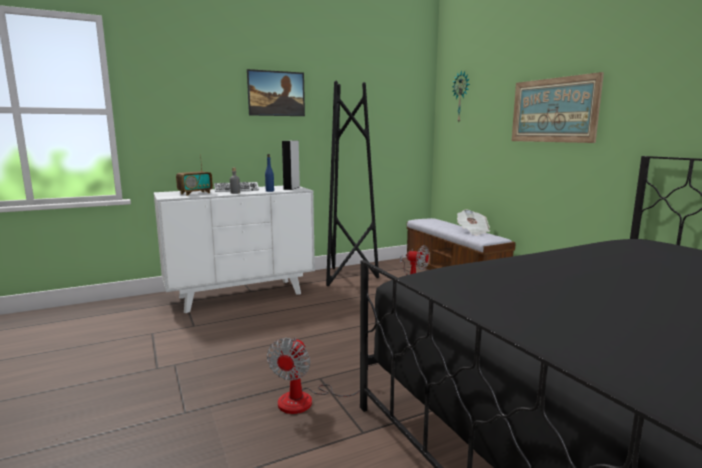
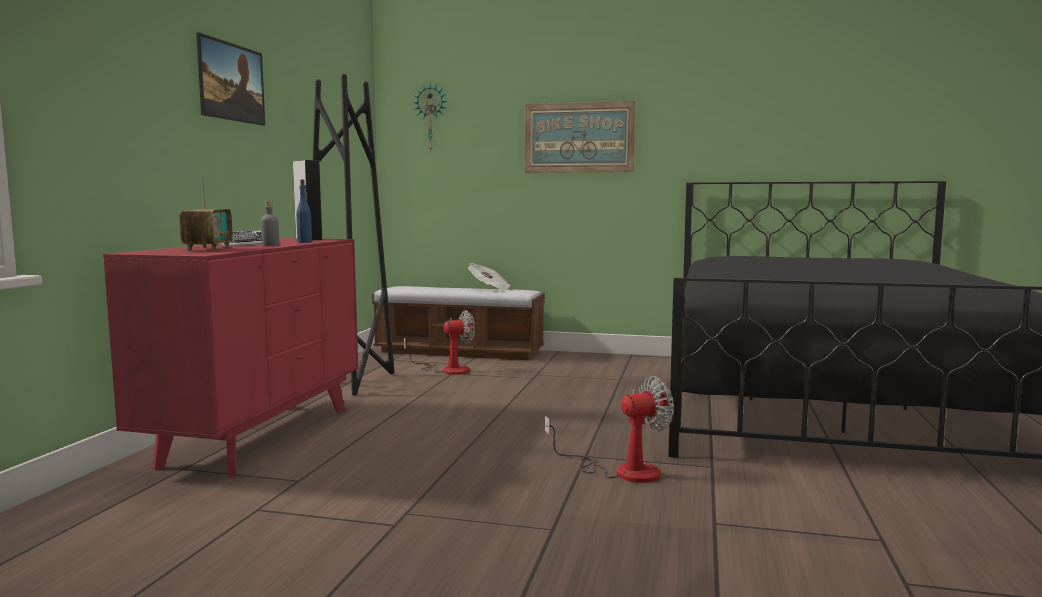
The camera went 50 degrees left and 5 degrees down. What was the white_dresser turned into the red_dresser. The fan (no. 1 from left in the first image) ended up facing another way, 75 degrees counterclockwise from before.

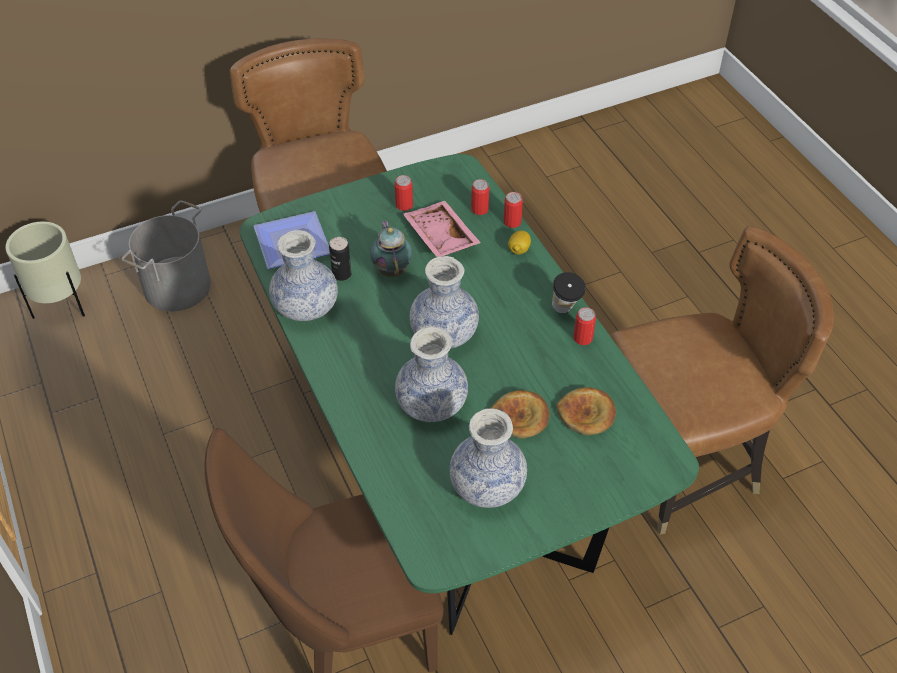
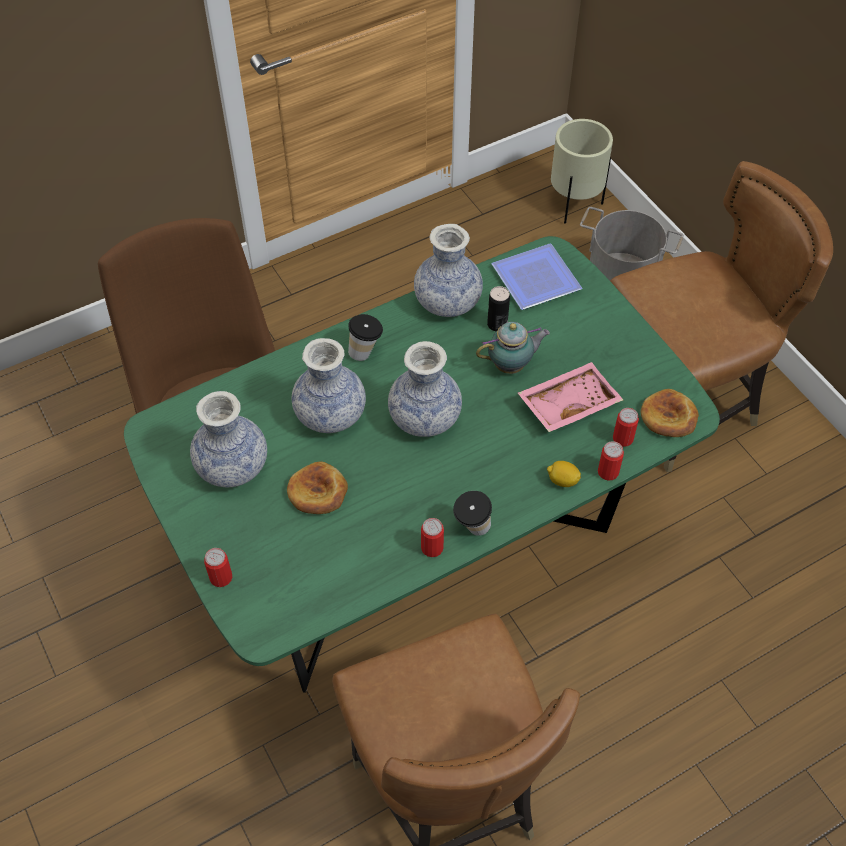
The camera went 85 degrees right and 5 degrees up. The can (no. 2 from left in the first image) ended up elsewhere. The second view gained the cup (no. 1 from left). The bread (no. 2 from left) ended up elsewhere.

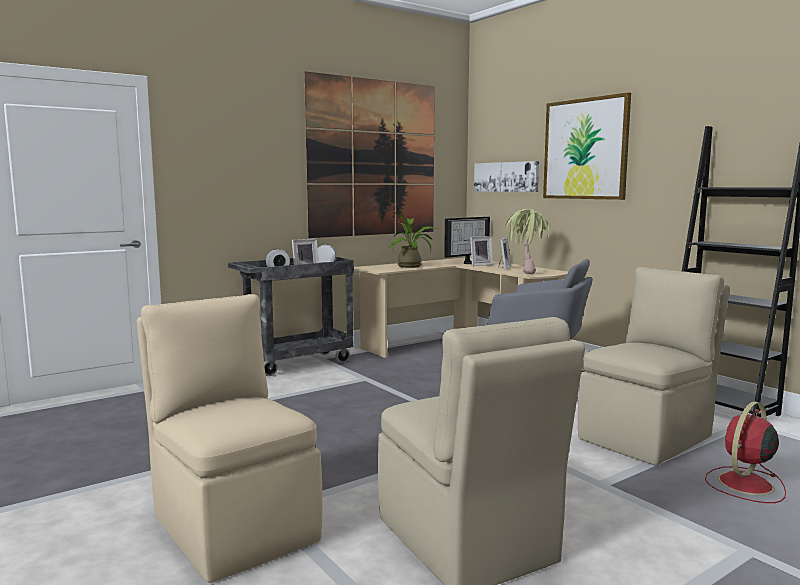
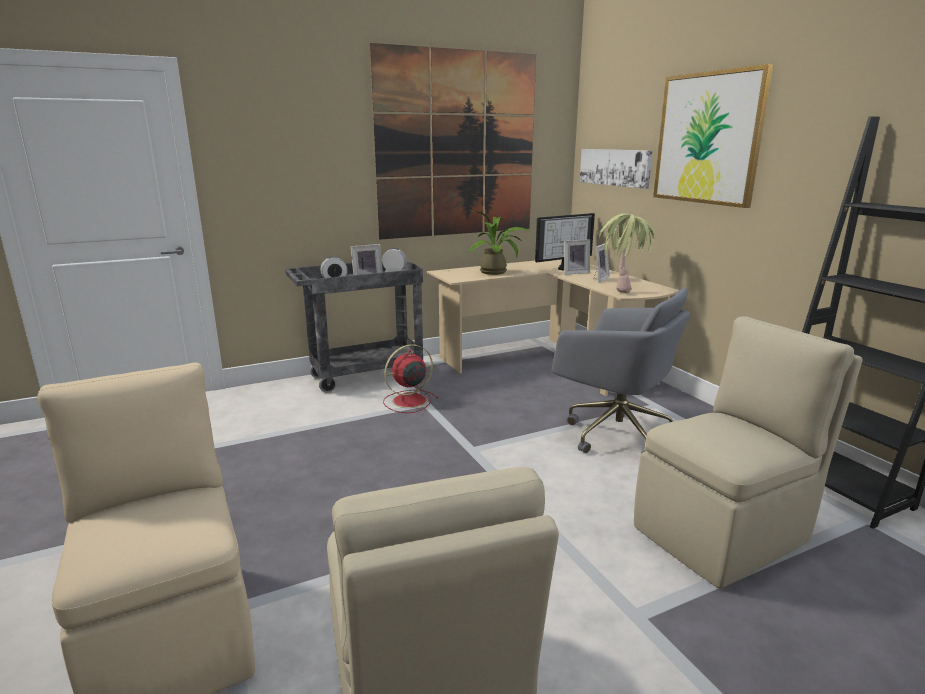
The camera went 10 degrees right and 10 degrees up. The red_fan ended up elsewhere.

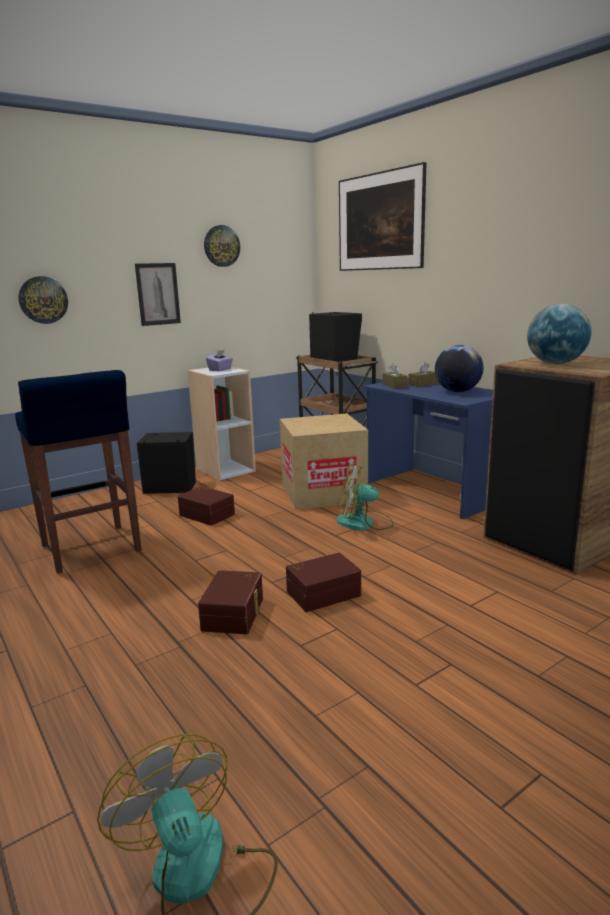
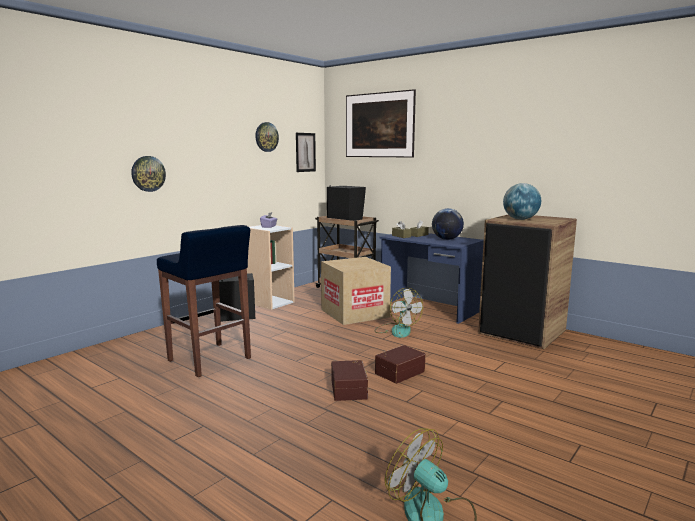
The camera went 15 degrees left and 5 degrees down. The picture (no. 1 from left) ended up elsewhere. The fan (no. 2 from left in the first image) ended up facing another way, 105 degrees counterclockwise from before. The second view lost the brown_storage_box (no. 1 from left).

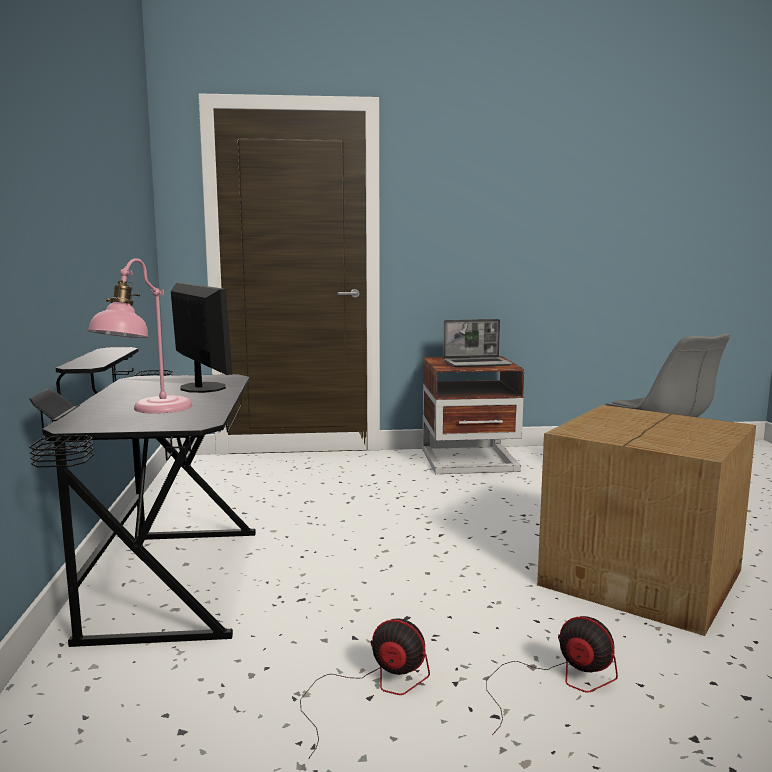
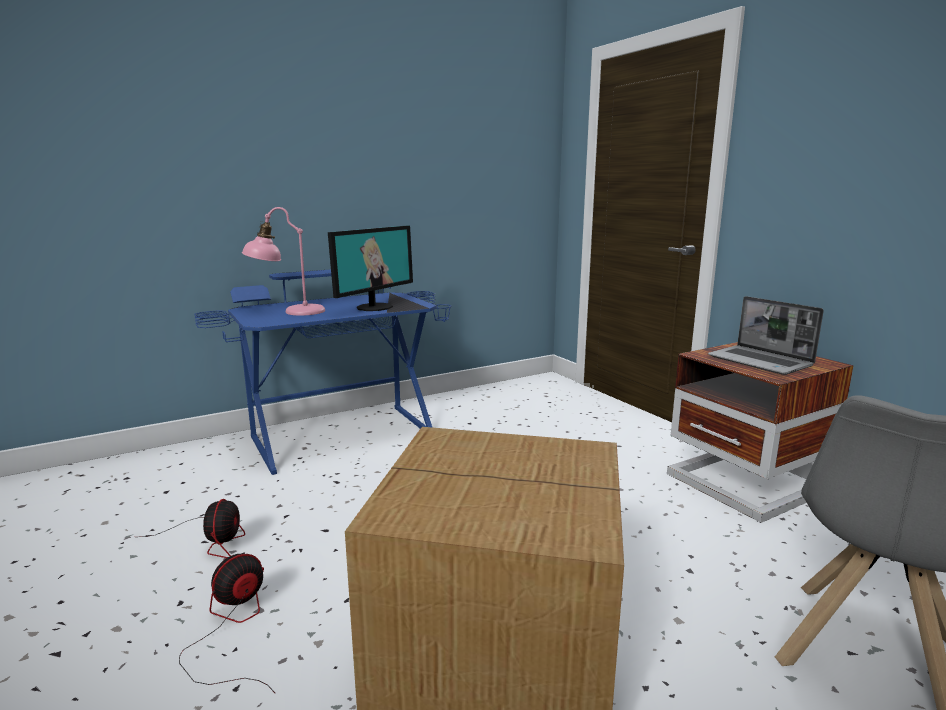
The camera went 65 degrees right and 5 degrees up. The fan (no. 2 from left) ended up facing another way, 150 degrees counterclockwise from before. What was the black_desk turned into the blue_desk.

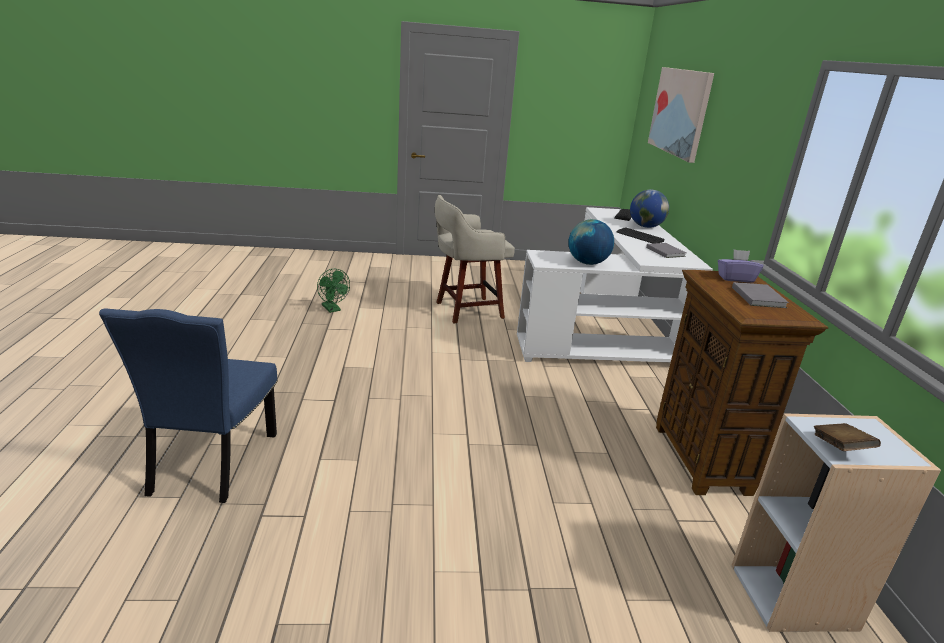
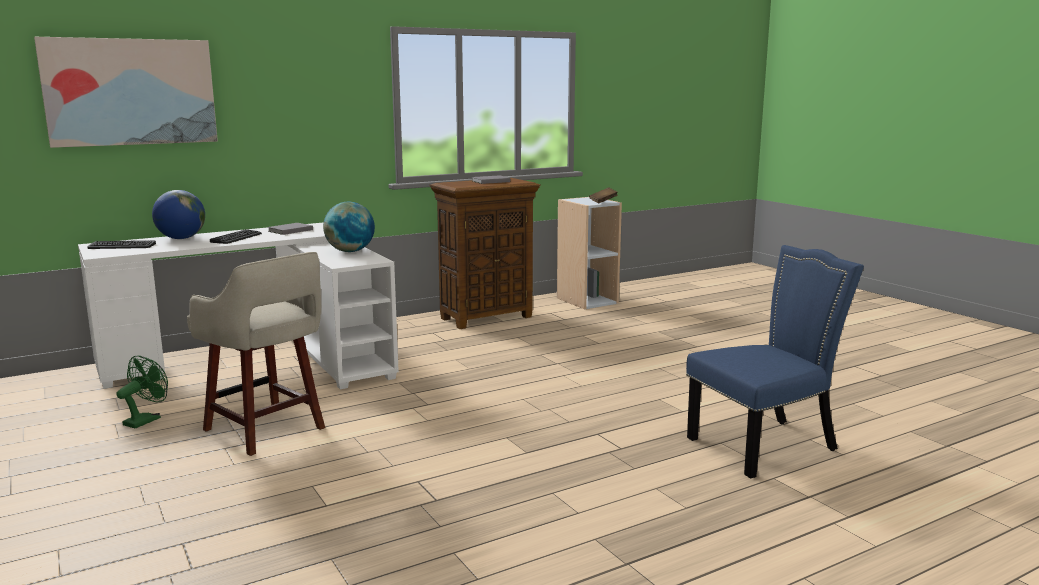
The camera went 115 degrees left and 10 degrees down. The green_fan ended up elsewhere. The second view lost the purple_tissue_box.

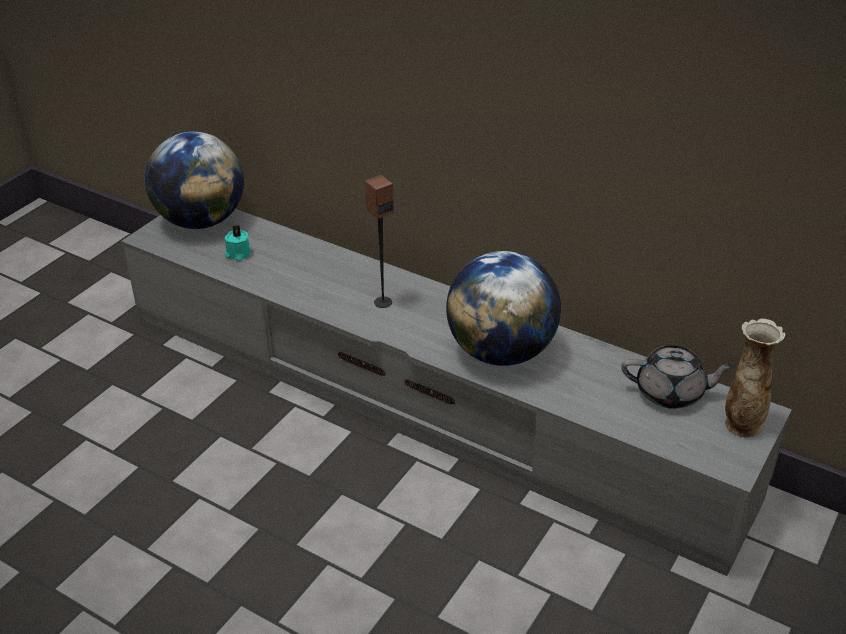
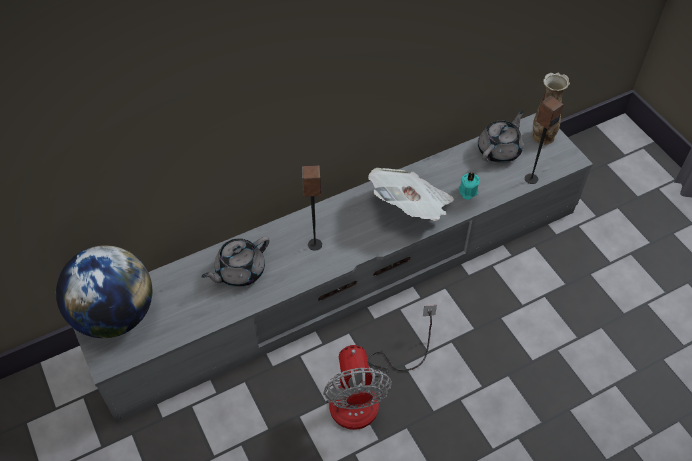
The camera went 60 degrees left and 15 degrees up. The second view gained the grey_teapot (no. 1 from left). The second view gained the fan. Where the globe (no. 2 from left) stood, the newspaper came to stand. The turquoise_candle ended up elsewhere. The second view gained the speaker (no. 2 from left).

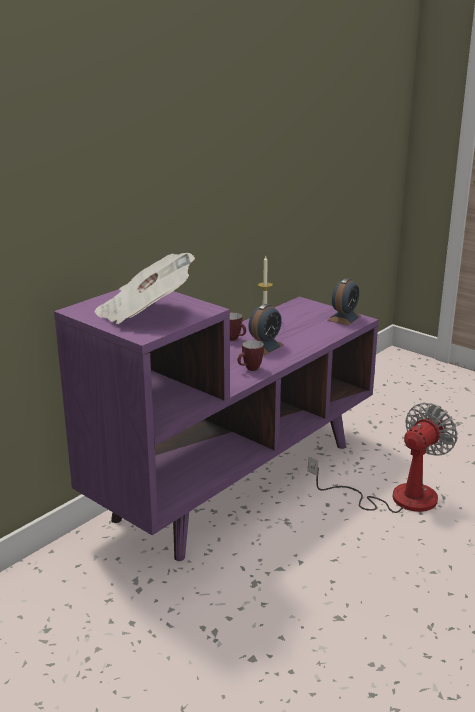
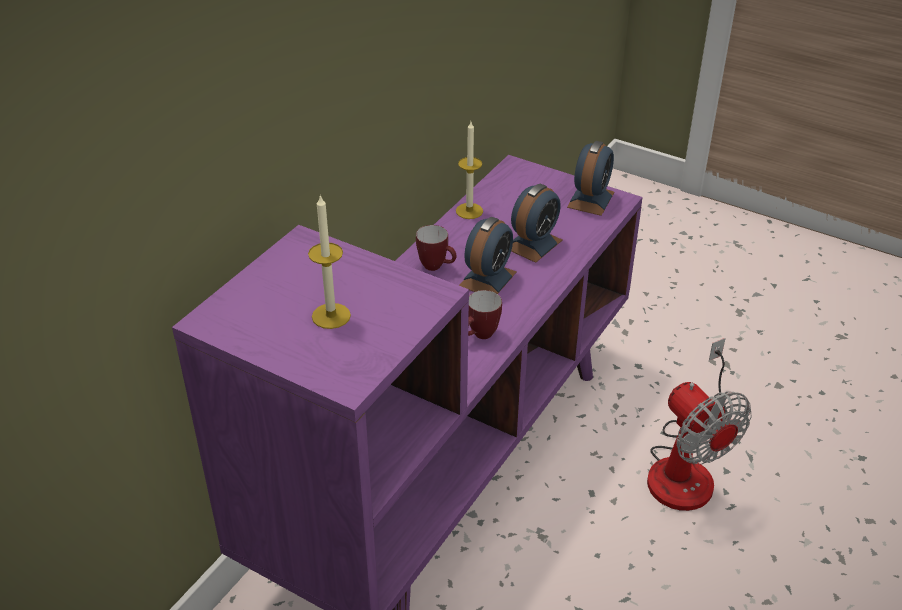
The camera went 10 degrees left and 15 degrees up. Where the newspaper stood, the candle (no. 1 from left) came to stand. The second view gained the alarm_clock (no. 2 from left). The fan ended up facing another way, 120 degrees clockwise from before.

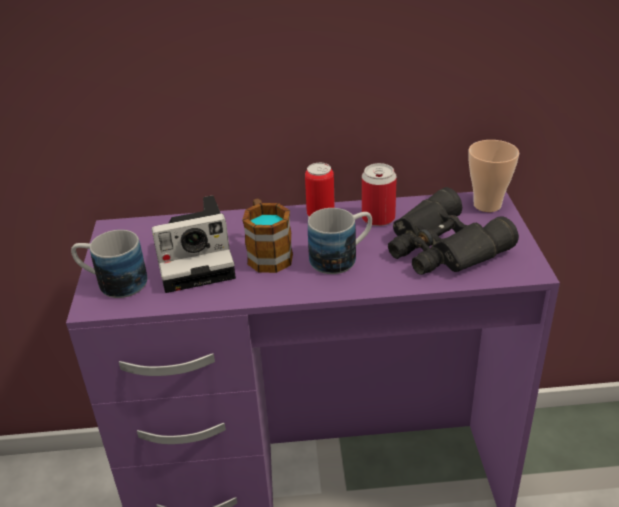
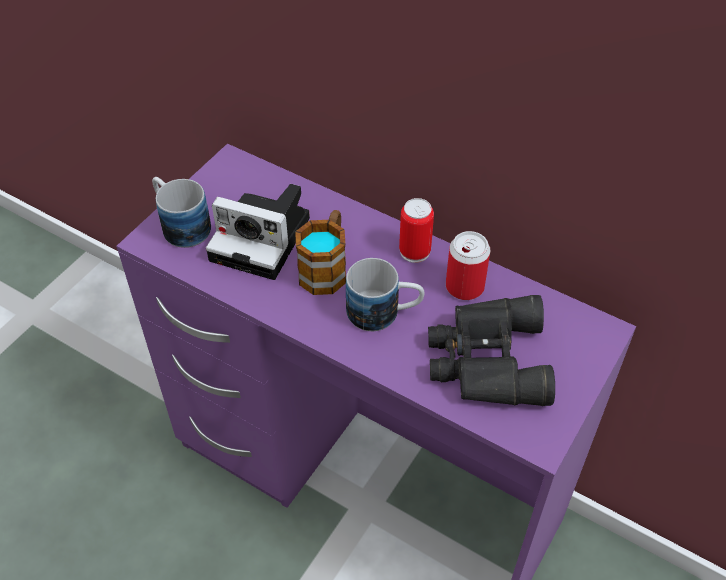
The camera went 35 degrees right and 15 degrees up. The second view lost the cup.

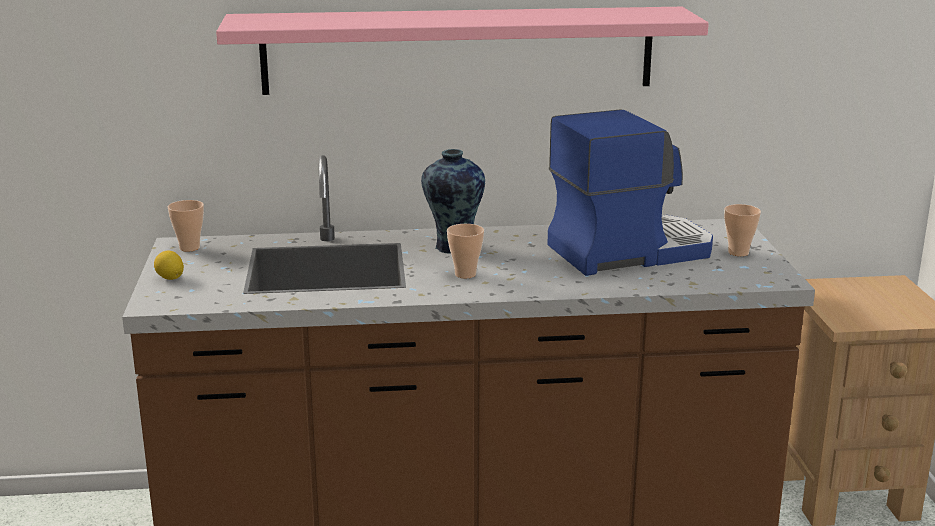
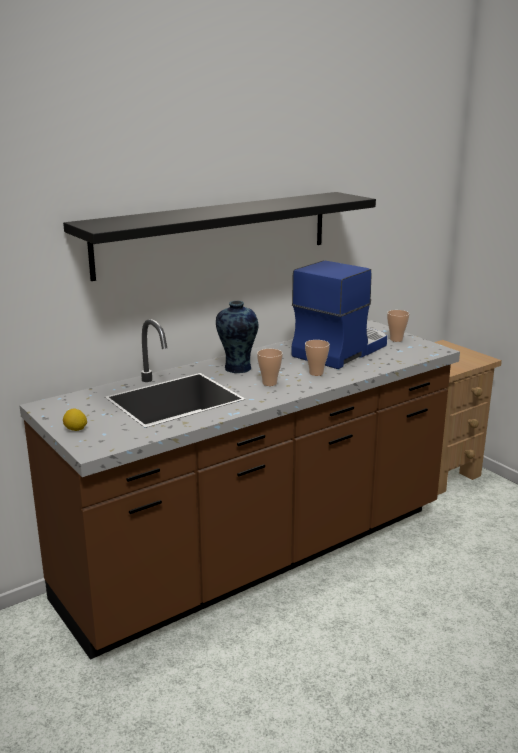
The camera went 30 degrees left and 0 degrees up. What was the pink_shelf turned into the black_shelf. The cup (no. 1 from left in the first image) ended up elsewhere.

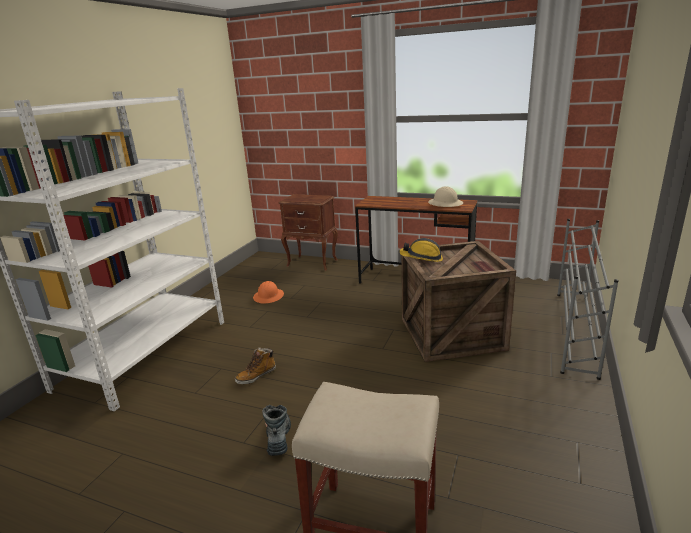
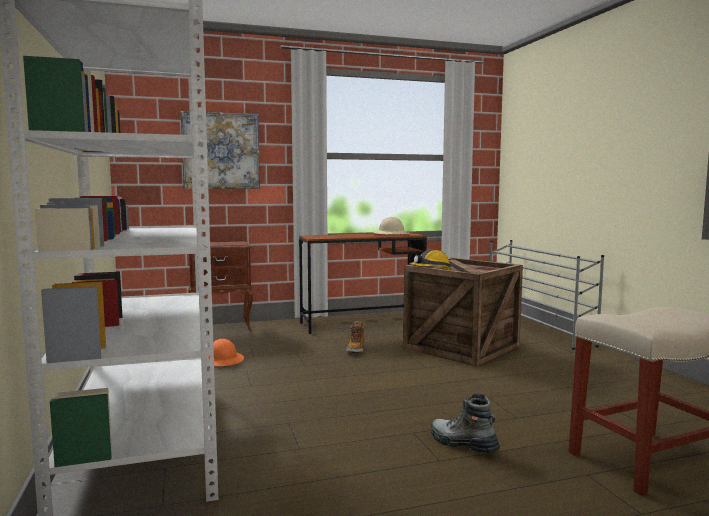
The camera went 40 degrees left and 15 degrees down. The second view gained the picture. The boot (no. 1 from left) ended up elsewhere.

